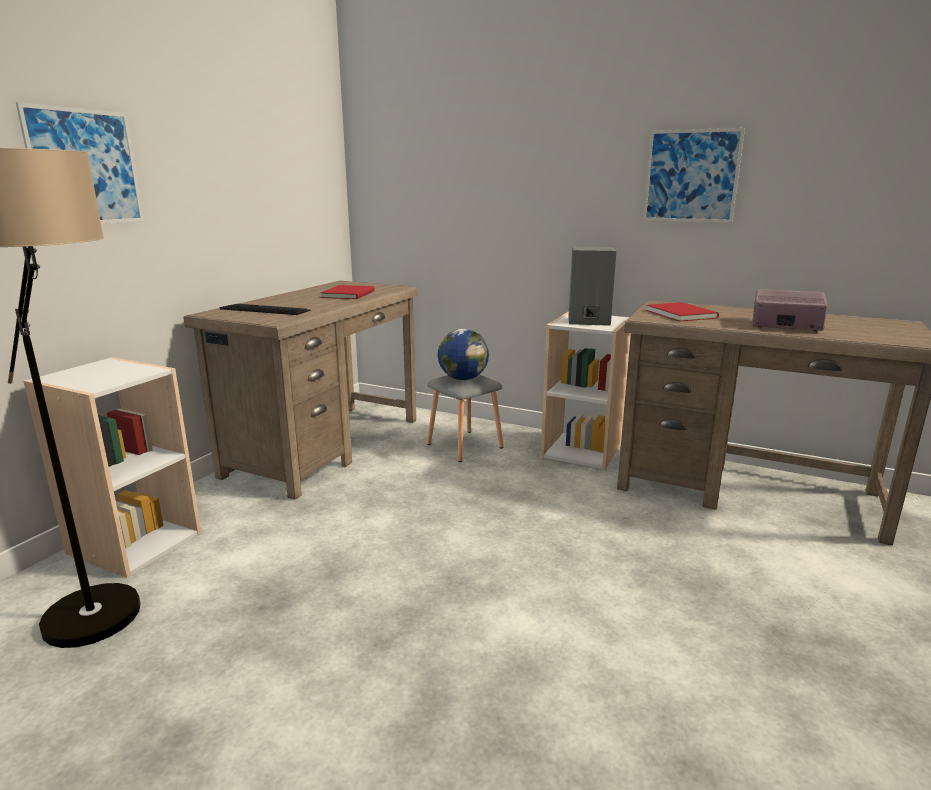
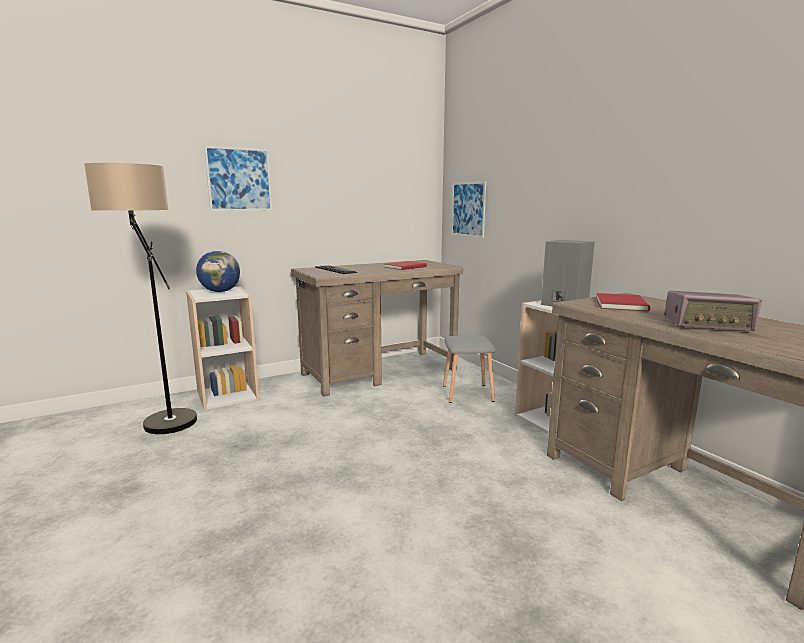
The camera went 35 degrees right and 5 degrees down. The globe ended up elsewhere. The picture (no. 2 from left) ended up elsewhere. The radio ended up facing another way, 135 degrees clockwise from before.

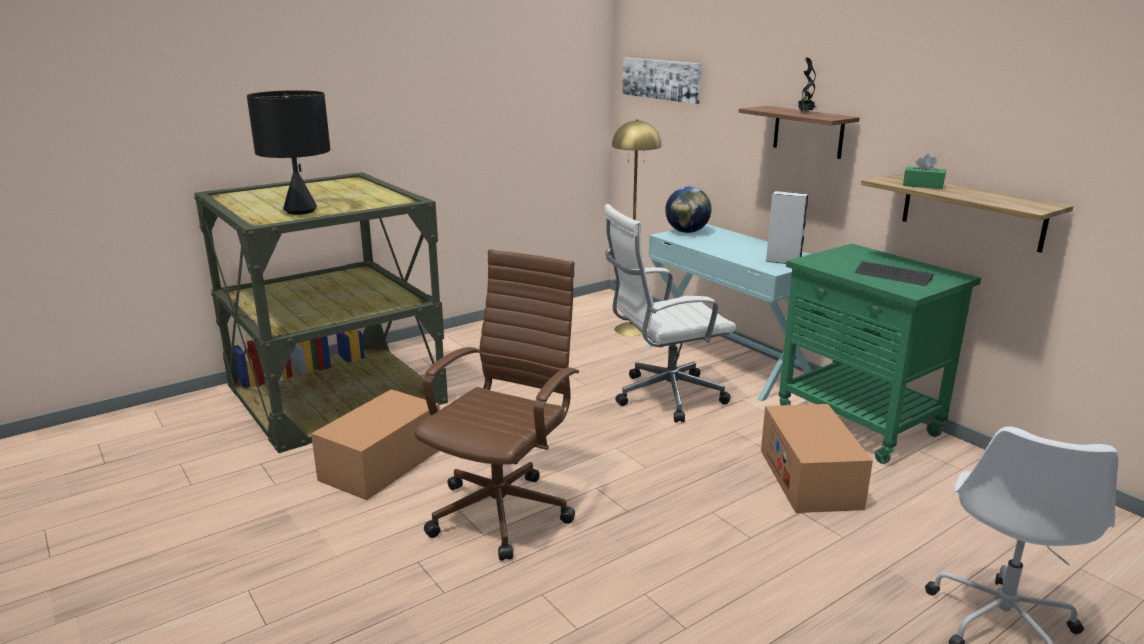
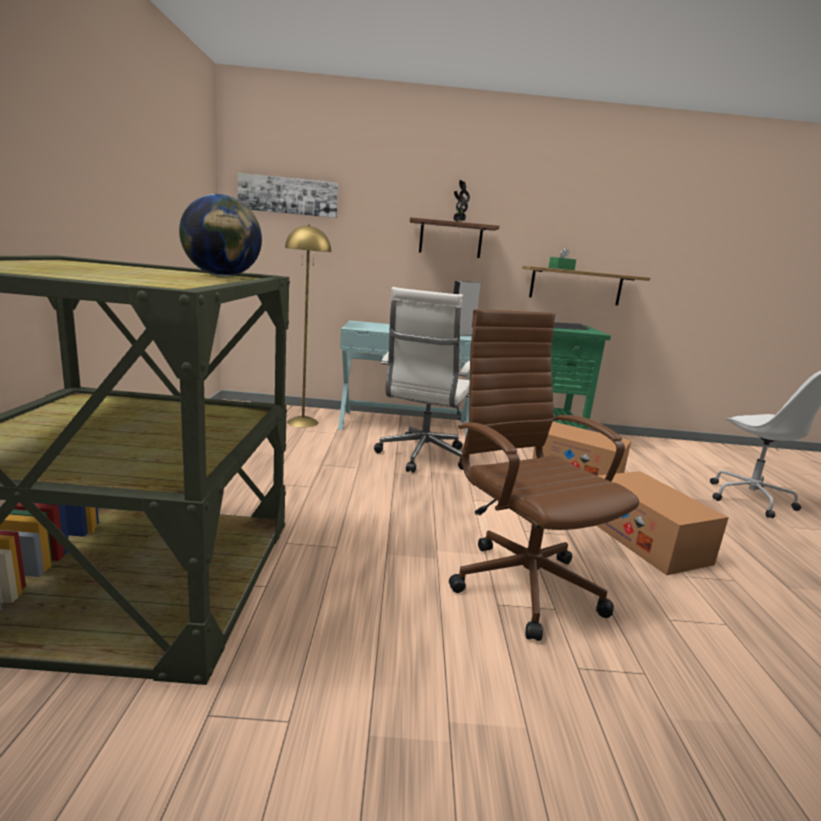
The camera went 55 degrees left and 5 degrees down. The globe ended up elsewhere. The cardboard_box (no. 1 from left in the first image) ended up elsewhere. The second view lost the black_table_lamp.

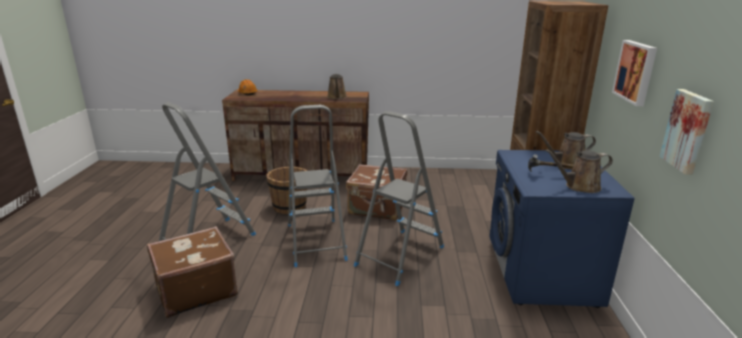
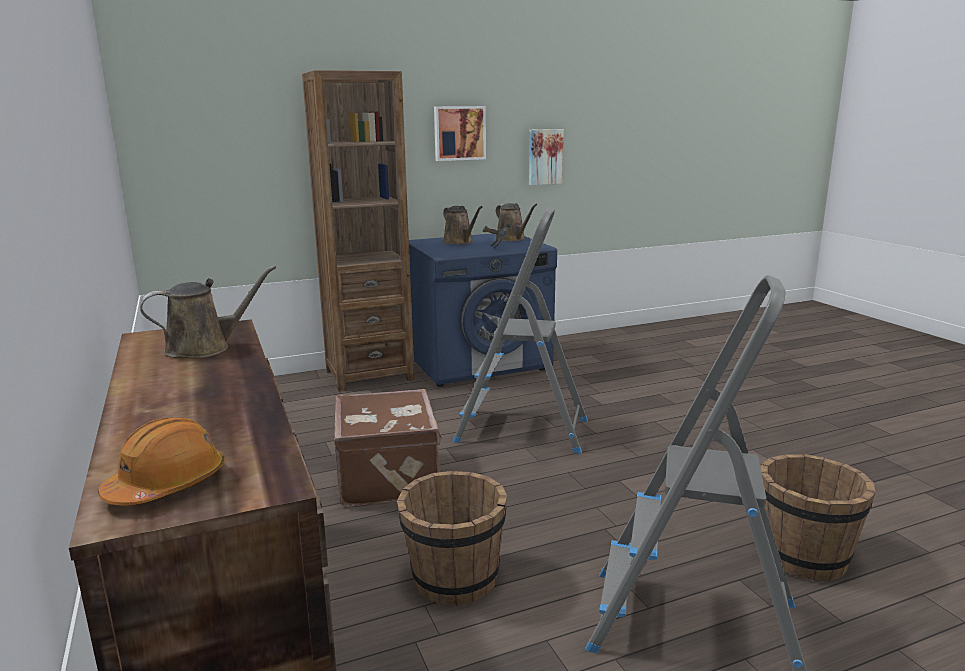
The camera went 115 degrees left and 5 degrees down. Where the brown_suitcase (no. 1 from left) stood, the brown_bucket (no. 2 from left) came to stand. The second view lost the grey_step_ladder (no. 2 from left).

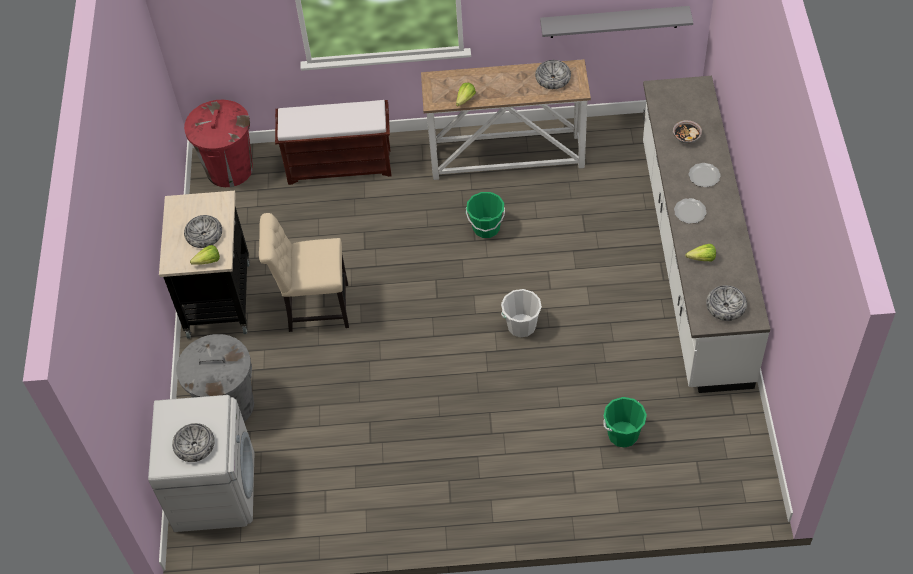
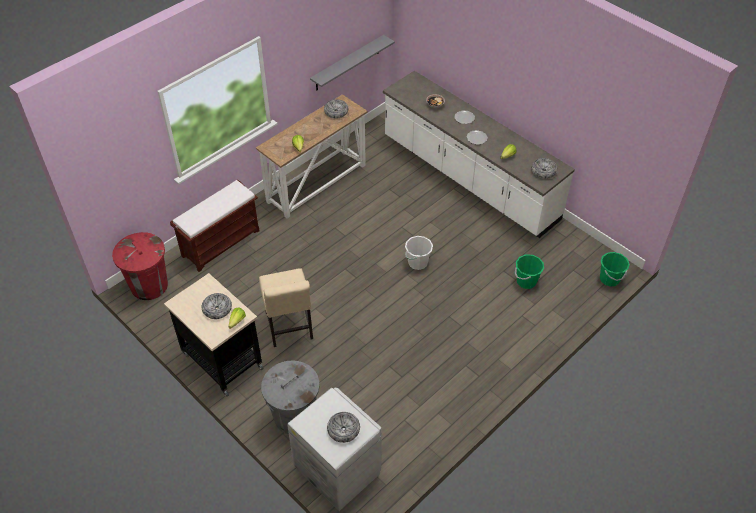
The camera went 45 degrees left and 5 degrees down. The beige_chair ended up facing another way, 60 degrees counterclockwise from before. The green_bucket (no. 1 from left in the first image) ended up elsewhere.

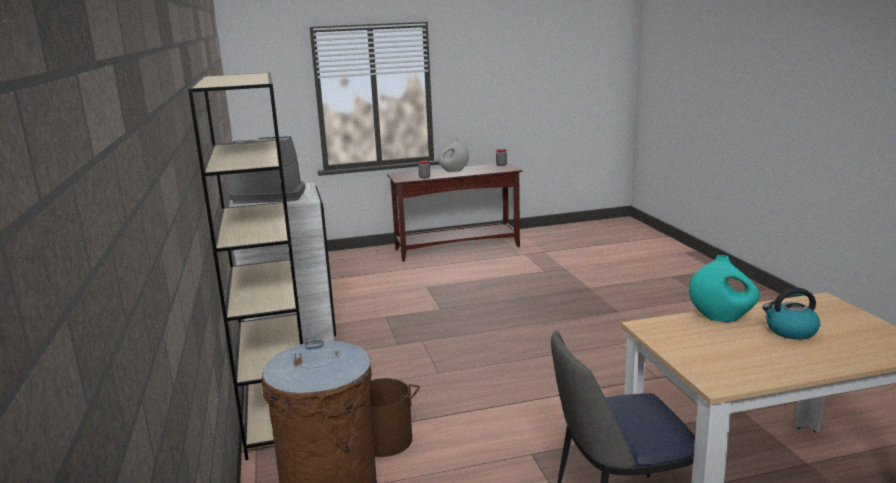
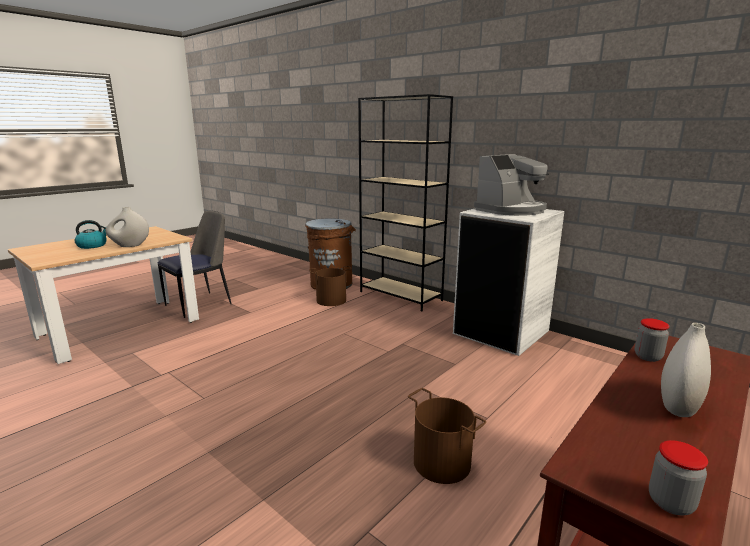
The camera went 145 degrees right and 0 degrees up. What was the turquoise_vase turned into the white_vase (no. 1 from left). The second view gained the brown_bucket (no. 2 from left).

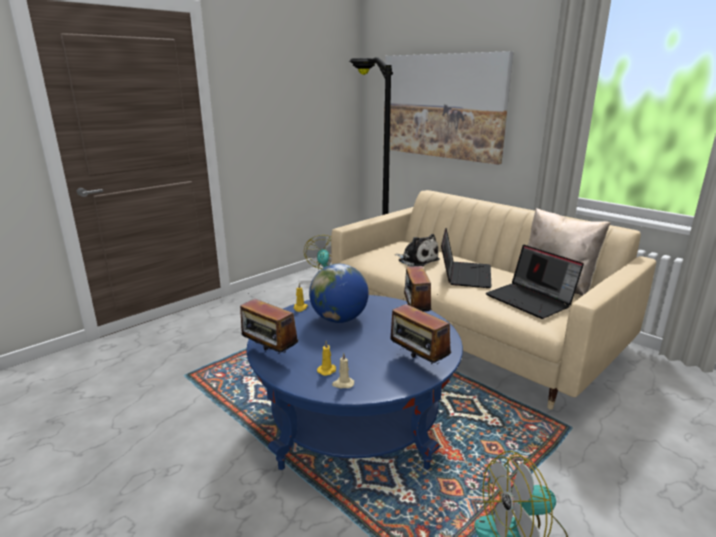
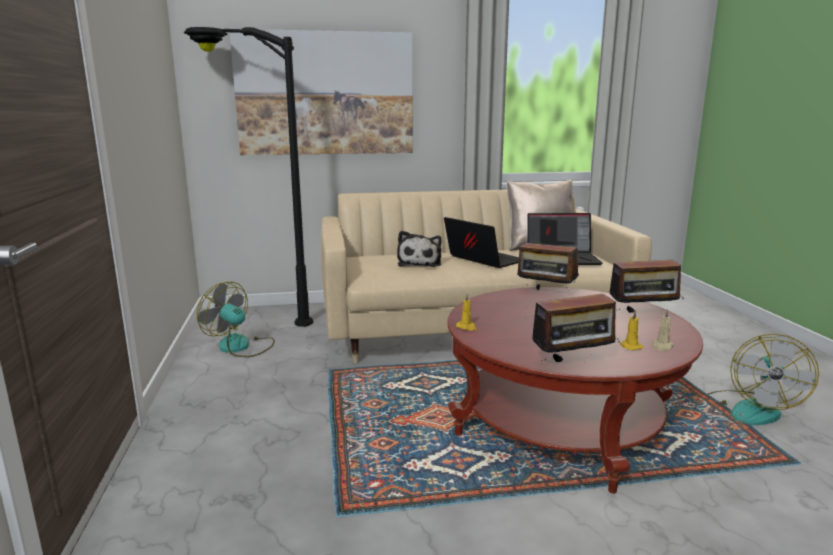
The camera went 55 degrees left and 5 degrees down. The plush_toy ended up facing another way, 105 degrees clockwise from before. What was the blue_coffee_table turned into the red_coffee_table. The second view lost the globe.

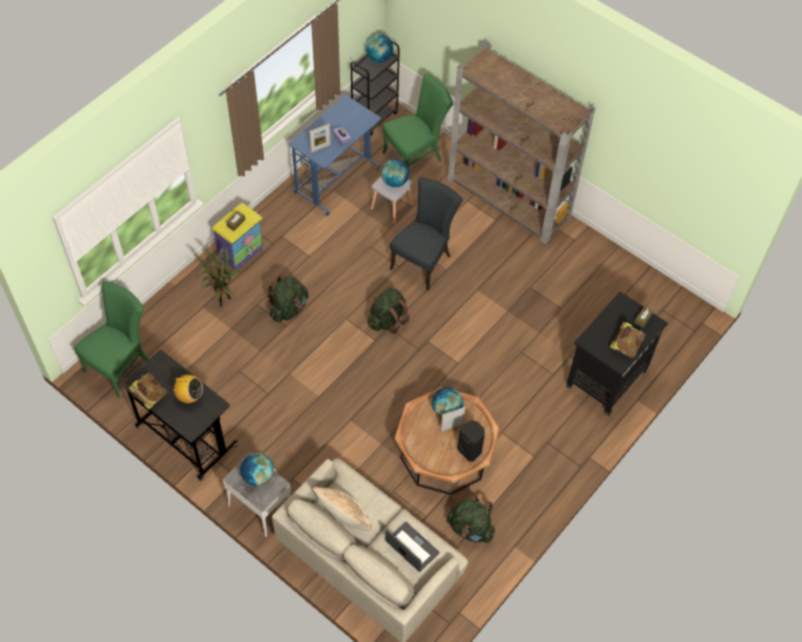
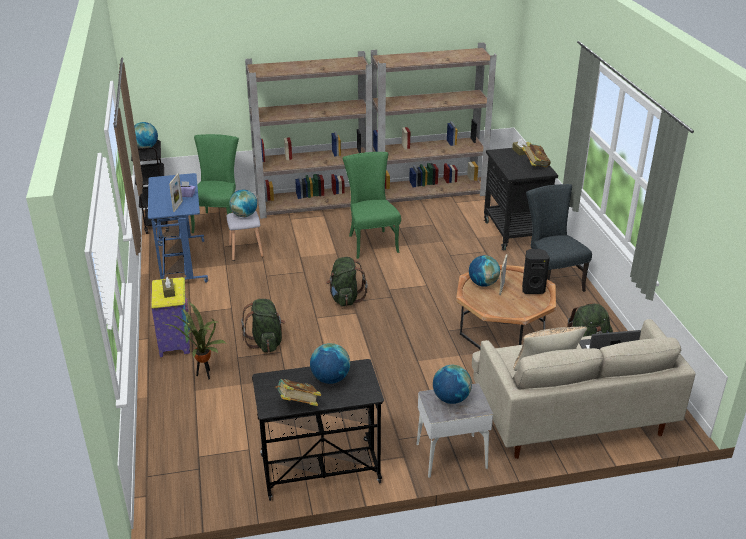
The camera went 50 degrees left and 25 degrees down. Where the radio stood, the globe (no. 3 from left) came to stand. The green_chair (no. 1 from left in the first image) ended up elsewhere. The second view gained the brown_bookcase (no. 2 from left). The grey_chair ended up elsewhere.

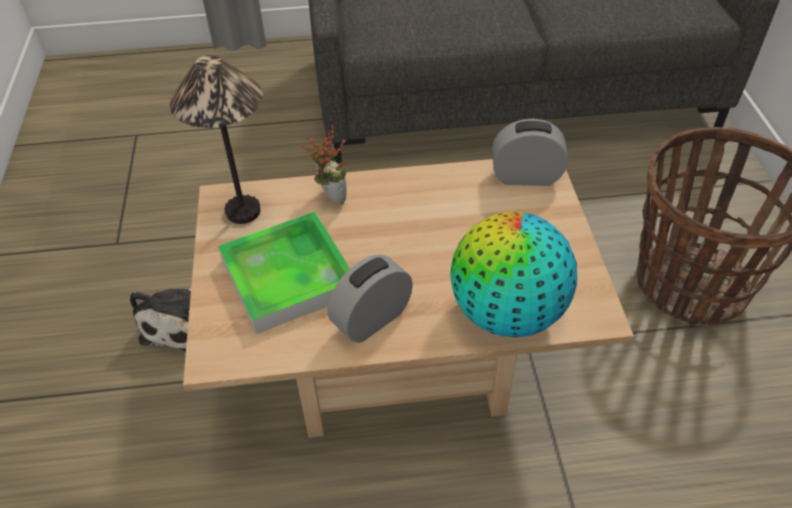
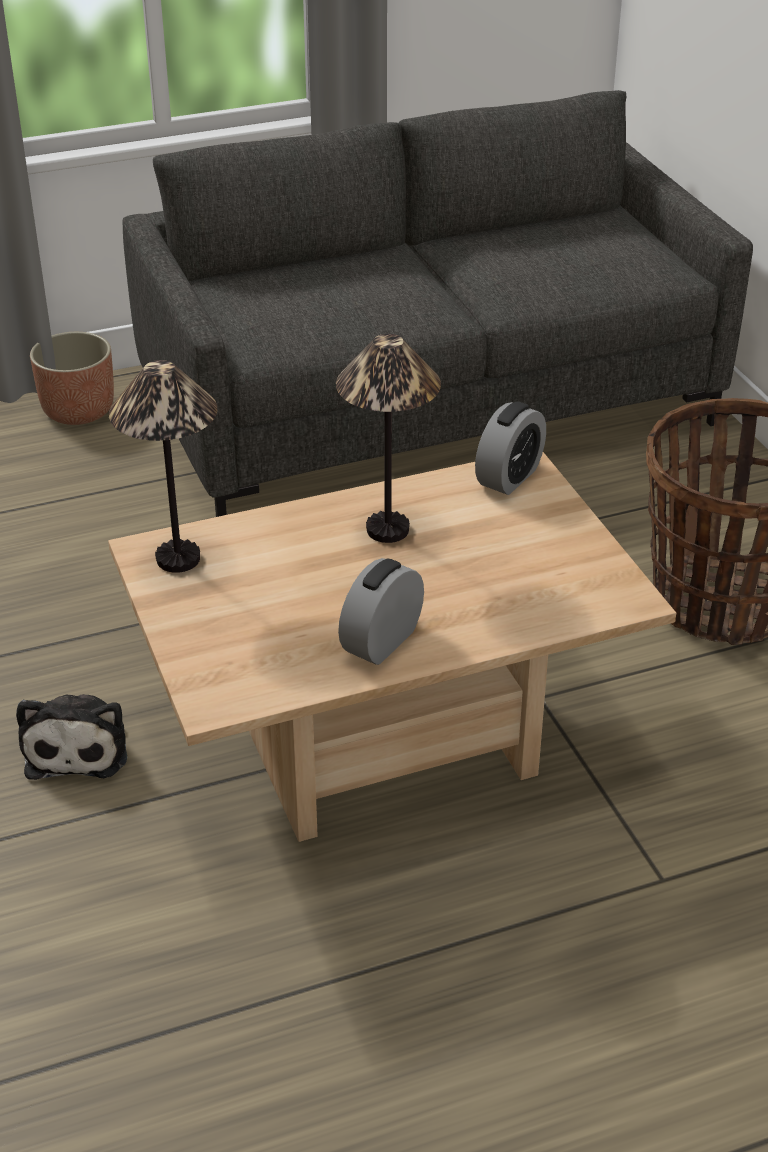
The camera went 15 degrees left and 10 degrees down. The second view gained the planter. The second view gained the table_lamp (no. 2 from left). The alarm_clock (no. 2 from left) ended up facing another way, 135 degrees clockwise from before. The second view lost the tray. The second view lost the potted_plant. The second view lost the globe.

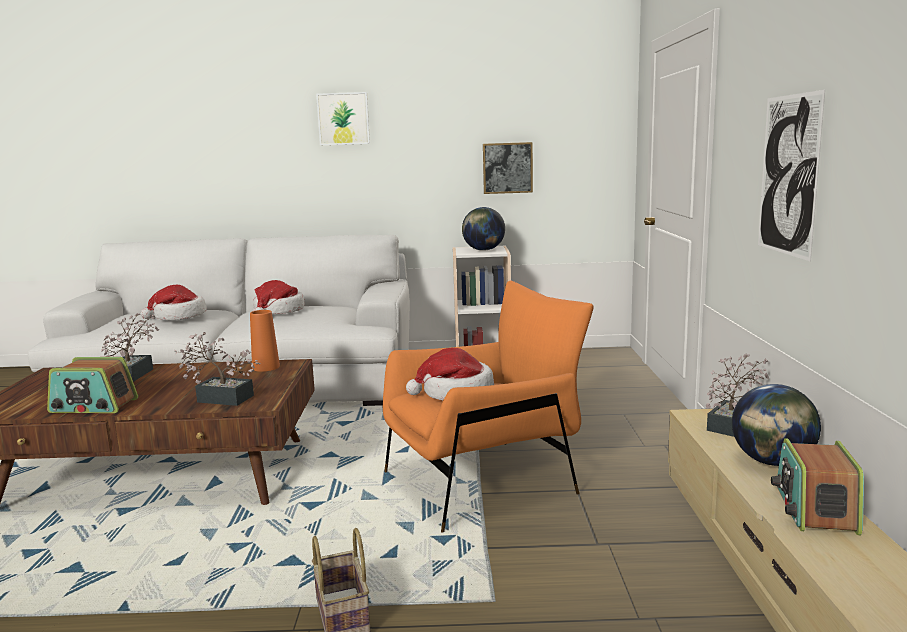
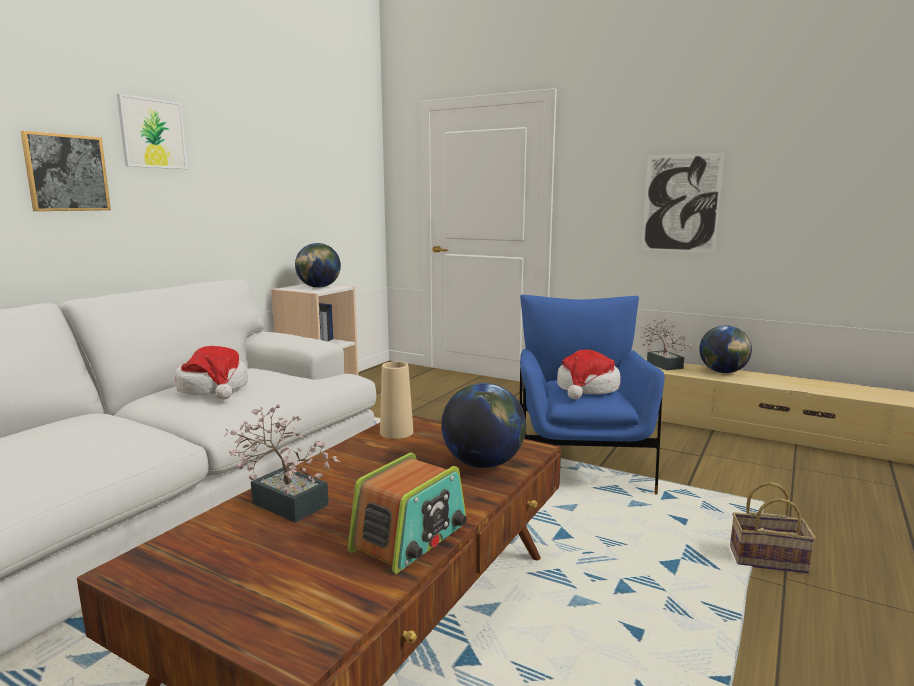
The camera went 60 degrees left and 0 degrees up. The picture (no. 2 from left in the first image) ended up elsewhere. What was the orange_vase turned into the beige_vase. Where the potted_plant (no. 2 from left) stood, the globe (no. 2 from left) came to stand. What was the orange_armchair turned into the blue_armchair. The second view lost the hat (no. 1 from left). The second view lost the radio (no. 2 from left).

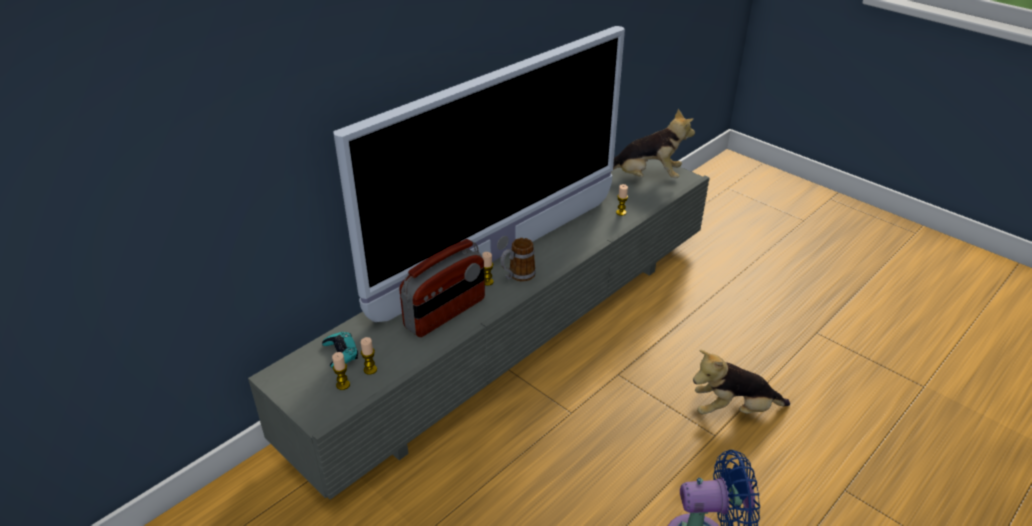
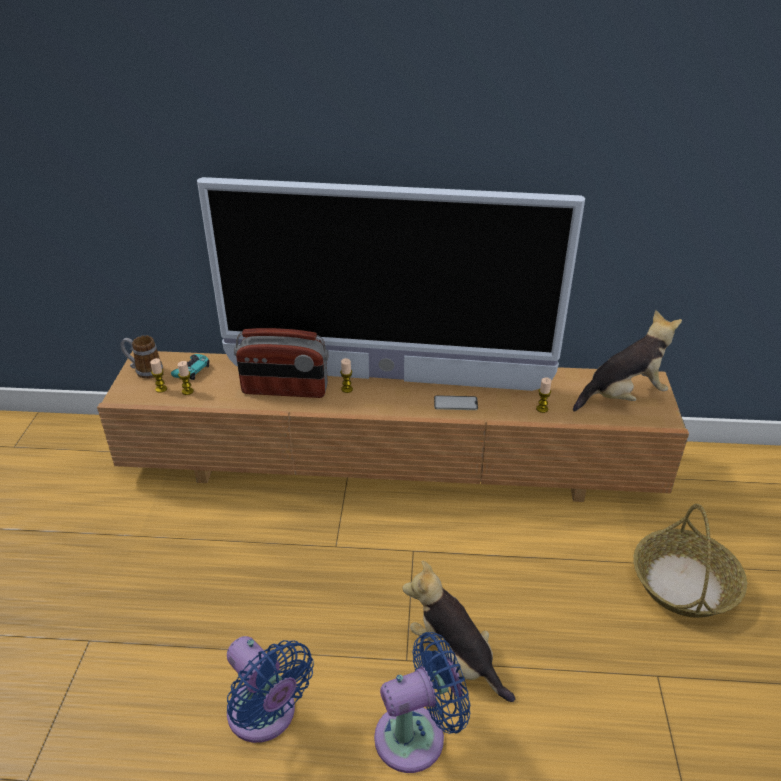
The camera went 50 degrees right and 0 degrees up. What was the grey_tv_stand turned into the brown_tv_stand. The mug ended up elsewhere. The second view gained the blue_fan (no. 2 from left). The second view gained the phone. The plush_toy (no. 1 from left in the first image) ended up facing another way, 75 degrees counterclockwise from before. The second view gained the basket.

